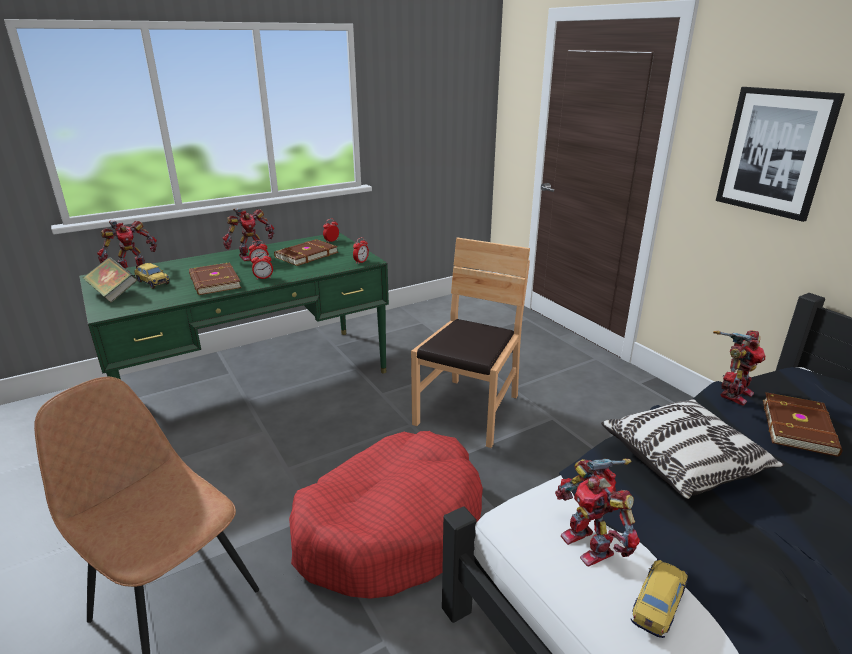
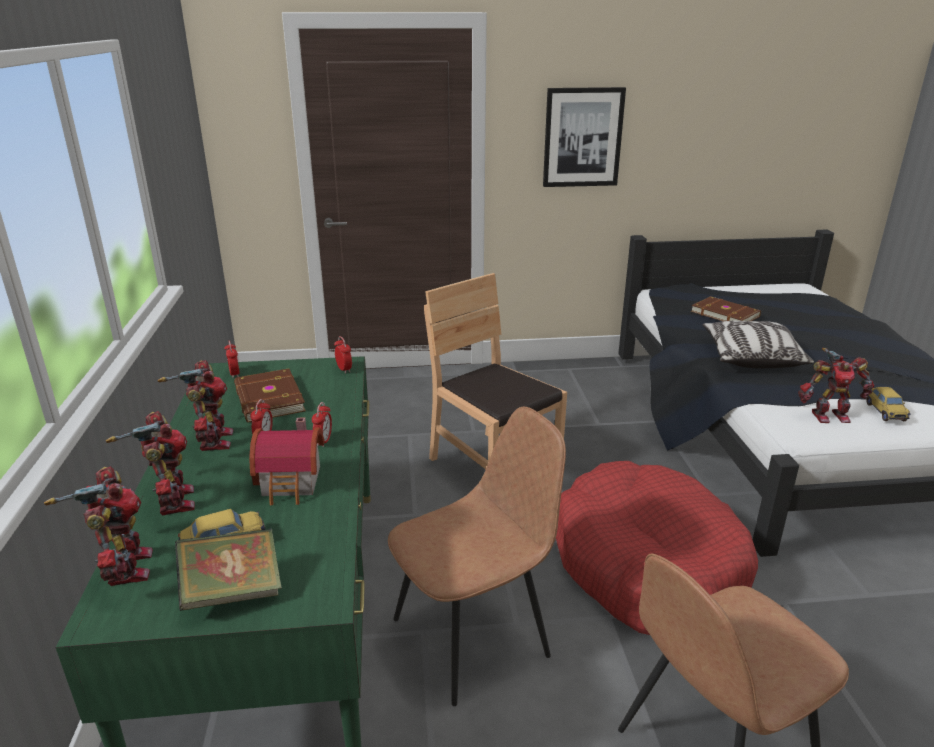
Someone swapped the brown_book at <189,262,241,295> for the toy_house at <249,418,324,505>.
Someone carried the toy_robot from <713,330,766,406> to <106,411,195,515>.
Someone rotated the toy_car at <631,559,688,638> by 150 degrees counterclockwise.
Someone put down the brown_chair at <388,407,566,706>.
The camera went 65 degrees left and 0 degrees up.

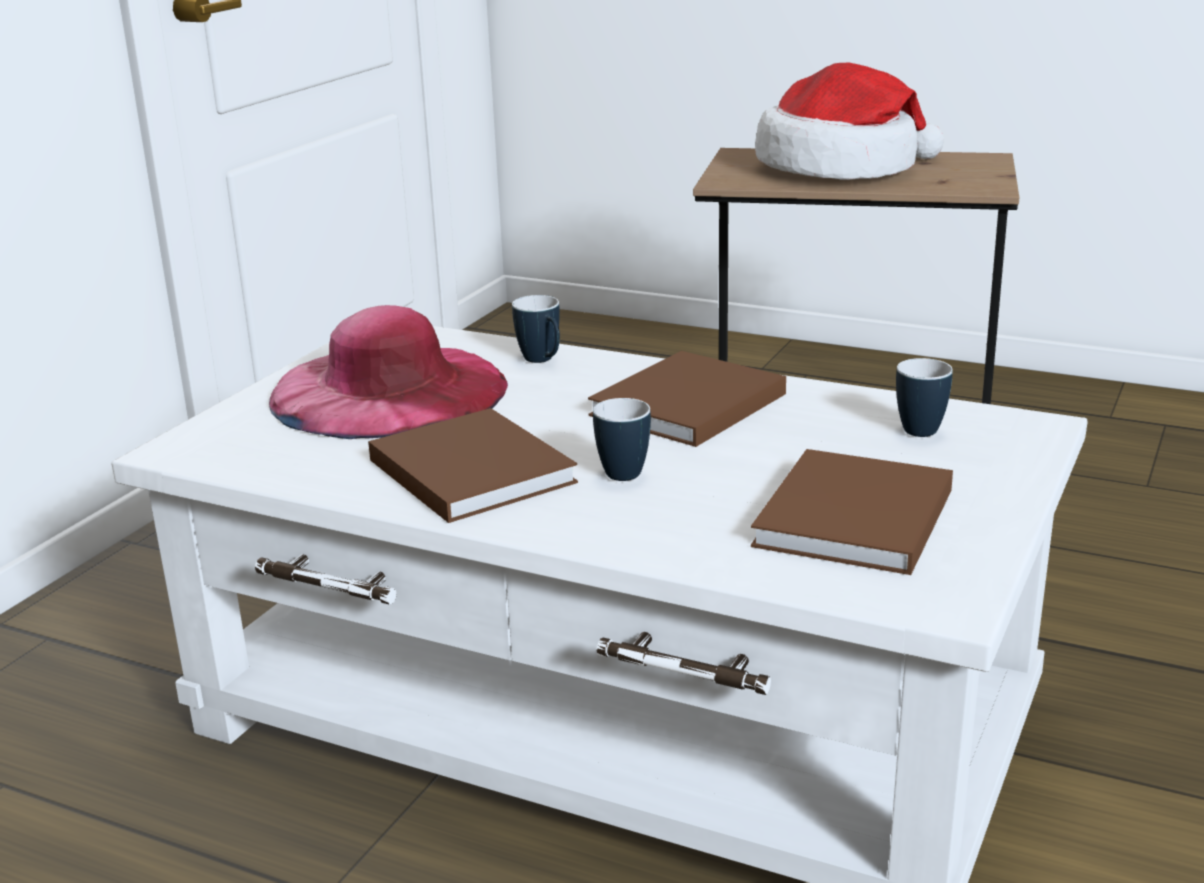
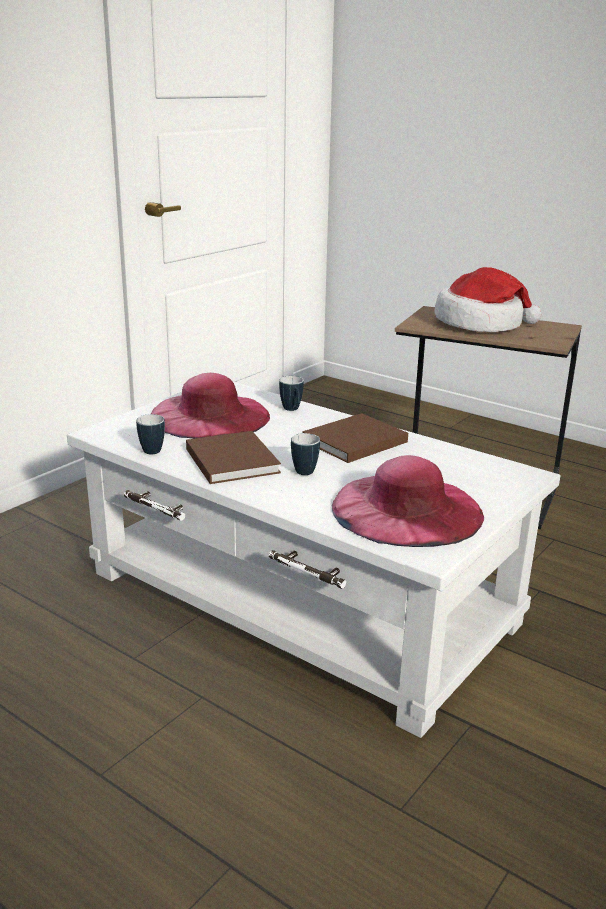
Someone carried the mug from <896,358,953,437> to <136,414,165,454>.
Someone swapped the brown_book at <751,449,953,575> for the pink_hat at <332,455,484,547>.
The camera went 10 degrees right and 0 degrees up.

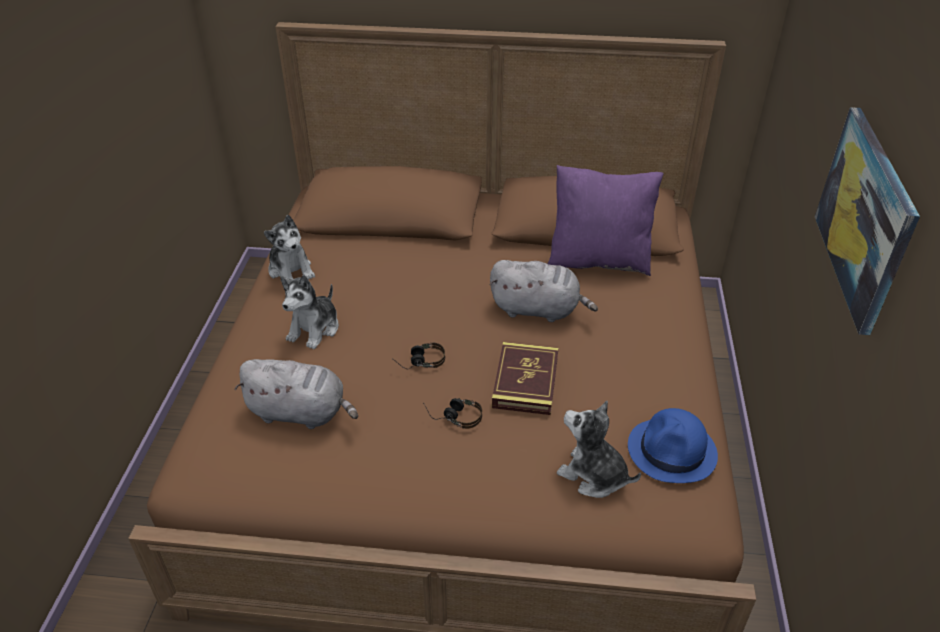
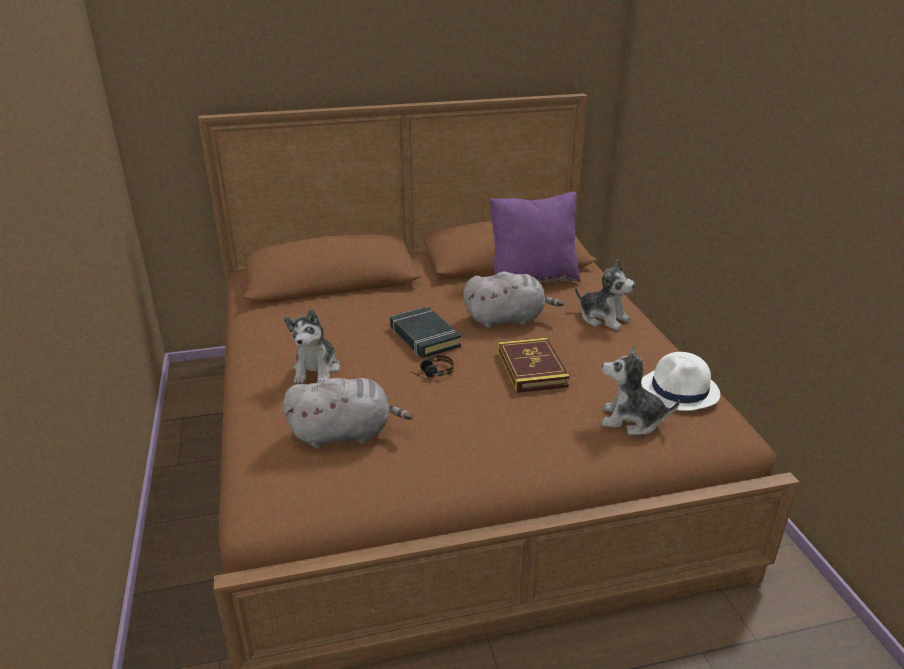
Someone took away the picture at <815,107,920,335>.
Someone carried the plush_toy from <264,215,315,280> to <575,260,635,330>.
Someone took away the headphones at <423,398,482,429>.
Someone repainted the blue_hat at <628,408,718,483>, which became the white_hat at <641,352,720,411>.
Someone put down the black_book at <390,306,461,358>.
The camera went 20 degrees left and 10 degrees down.

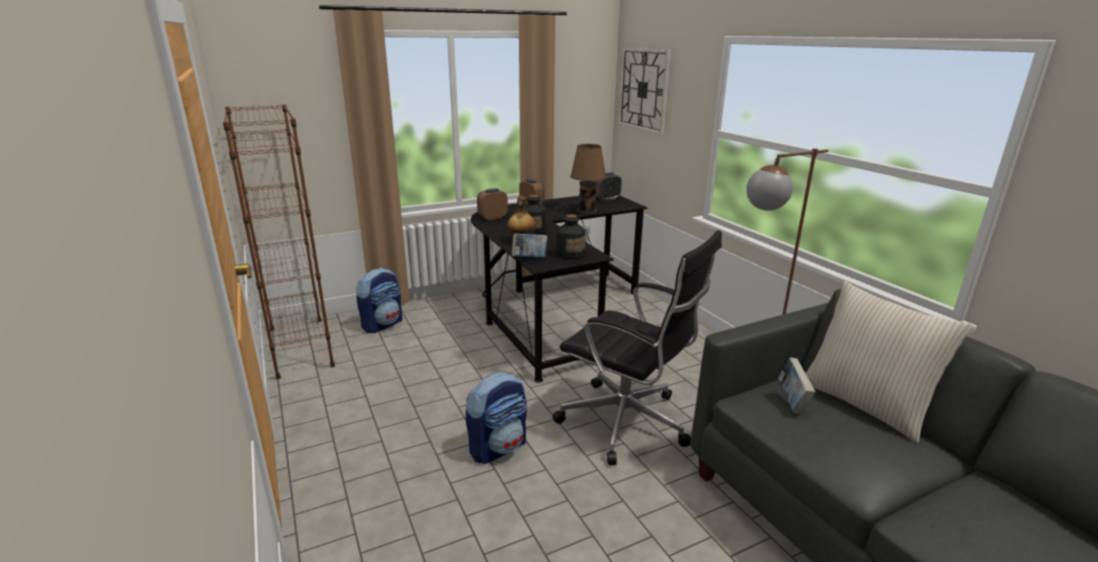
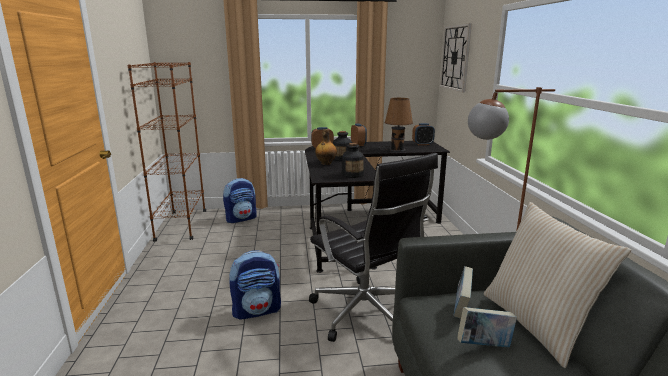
Someone carried the book from <512,233,547,257> to <457,307,517,347>.
The camera went 20 degrees right and 5 degrees down.

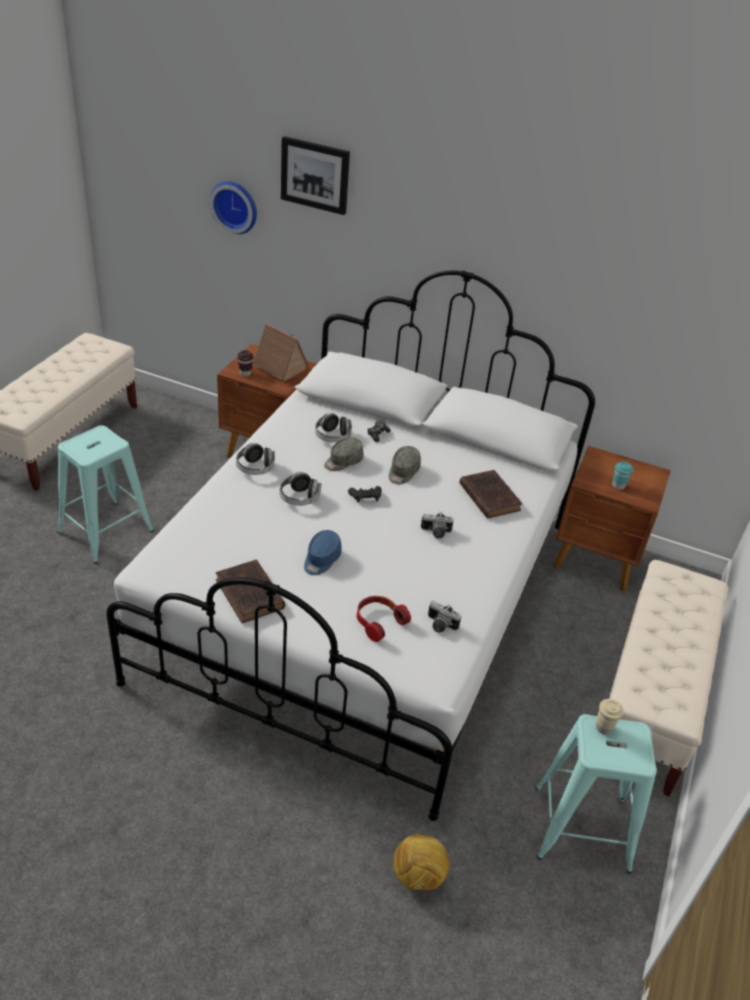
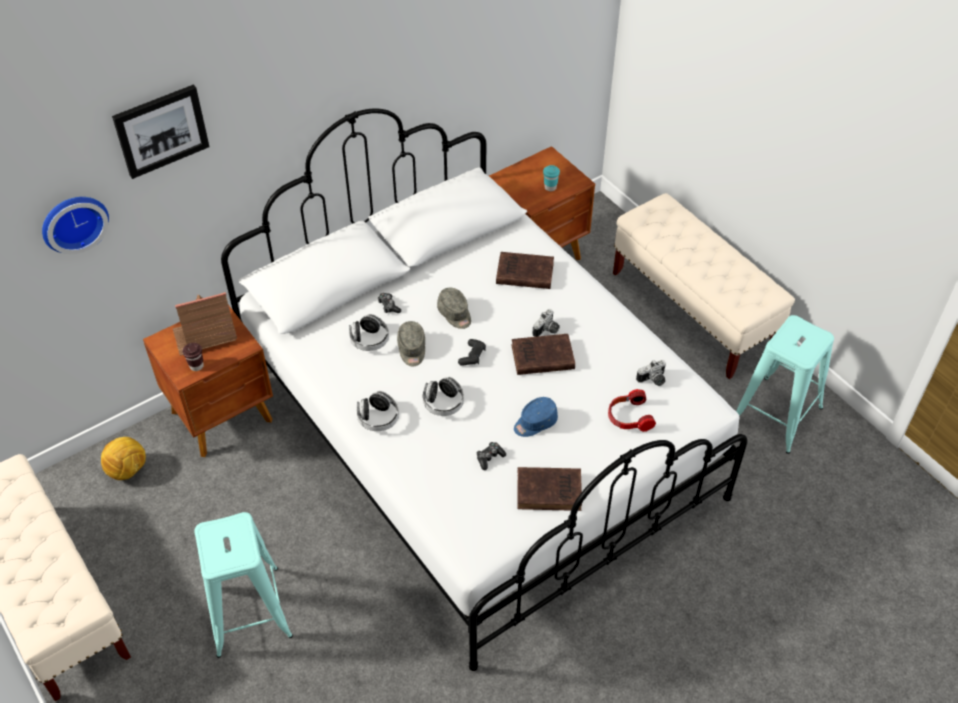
Someone rotated the blue_cap at <304,530,342,575> by 90 degrees clockwise.
Someone took away the beige_cup at <596,699,624,735>.
Someone carried the football from <393,834,449,890> to <101,437,146,480>.
Someone put down the brown_book at <511,334,575,375>.
Someone put down the game_controller at <476,442,506,470>.
The camera went 55 degrees left and 10 degrees up.

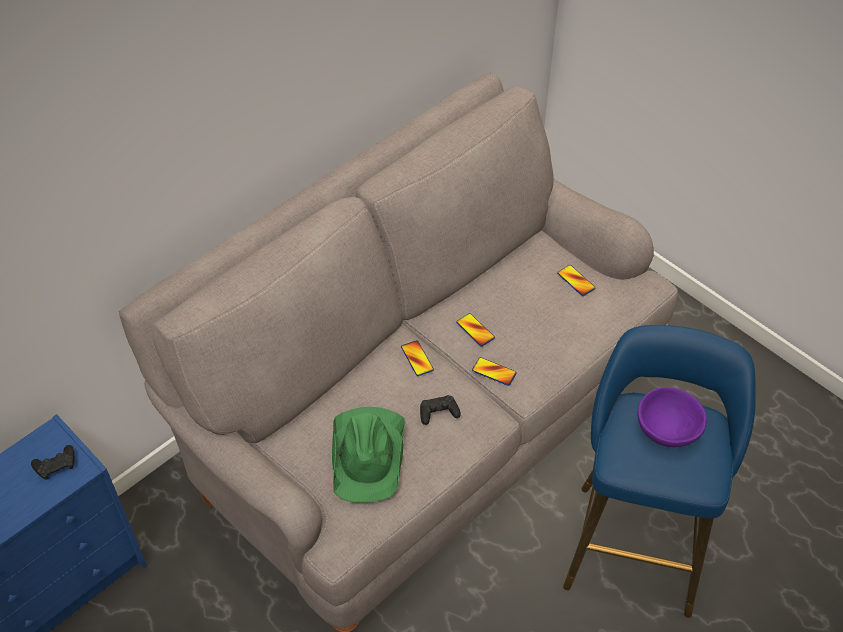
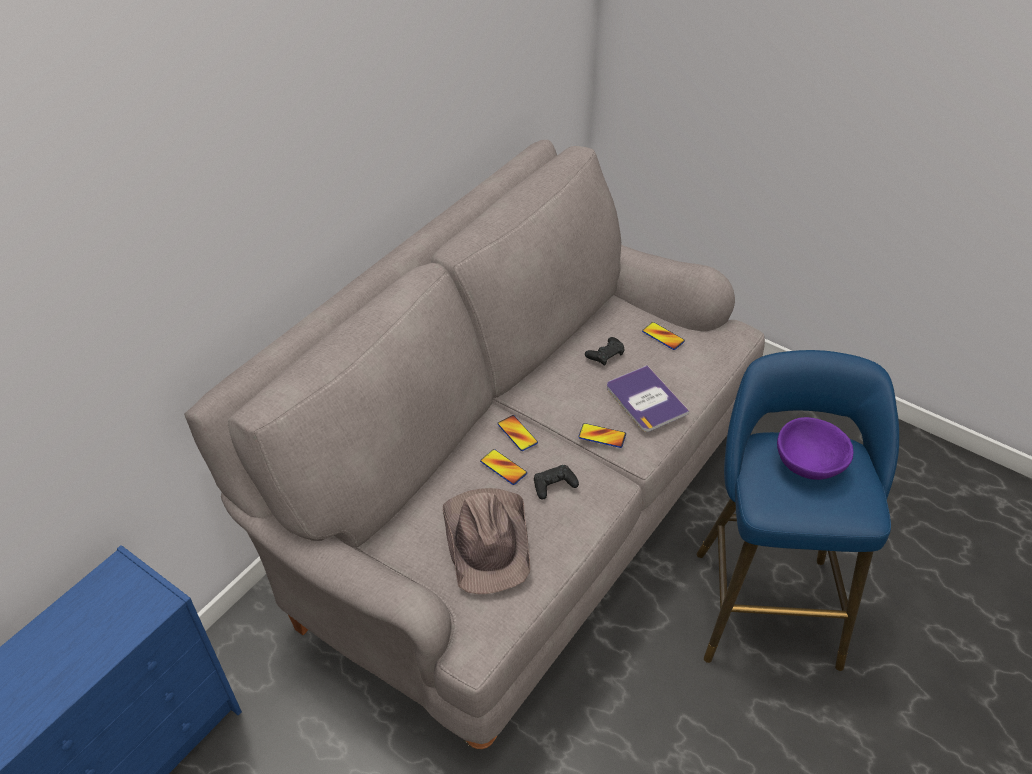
Someone carried the phone from <456,313,495,347> to <480,449,527,485>.
Someone repainted the green_hat at <332,407,406,503>, which became the brown_hat at <443,488,530,594>.
Someone carried the black_game_controller from <31,445,74,480> to <585,337,624,366>.
Someone put down the book at <607,365,689,432>.
The camera went 10 degrees left and 5 degrees down.

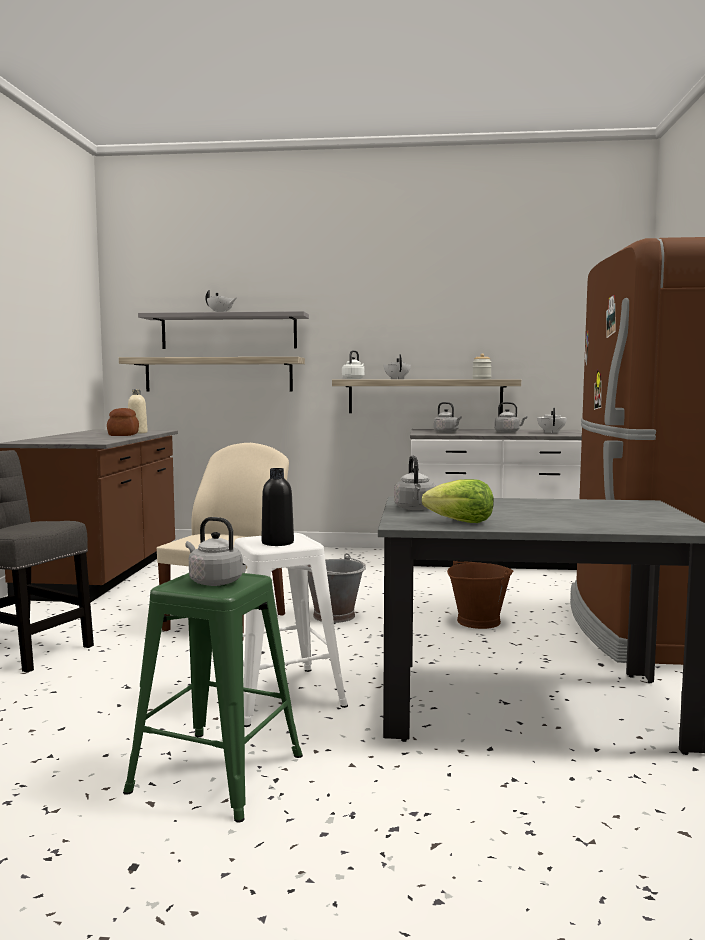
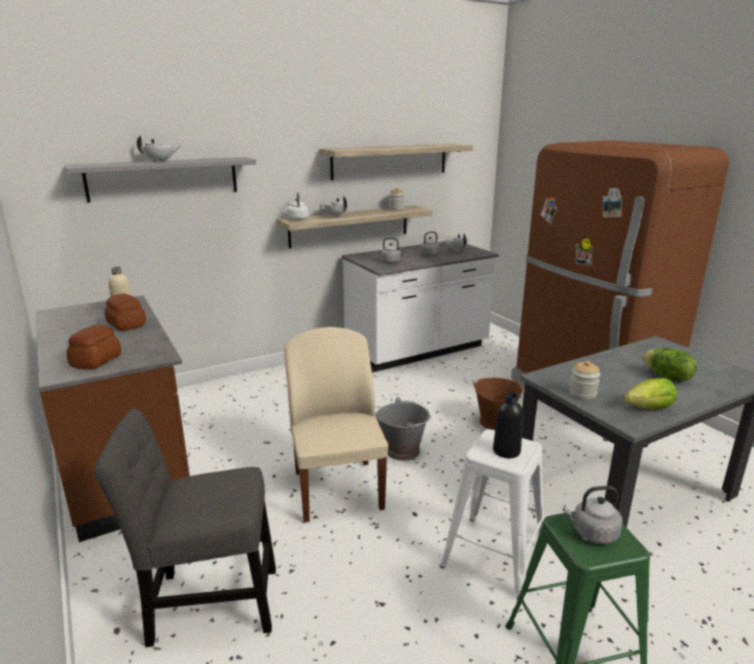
Someone carried the shelf from <119,357,305,392> to <319,143,473,180>.
Someone swapped the grey_kettle at <394,455,436,510> for the jar at <569,361,600,400>.
Someone put down the bread at <67,324,121,370>.
Someone put down the lettuce at <642,348,697,382>.
The camera went 35 degrees left and 15 degrees up.

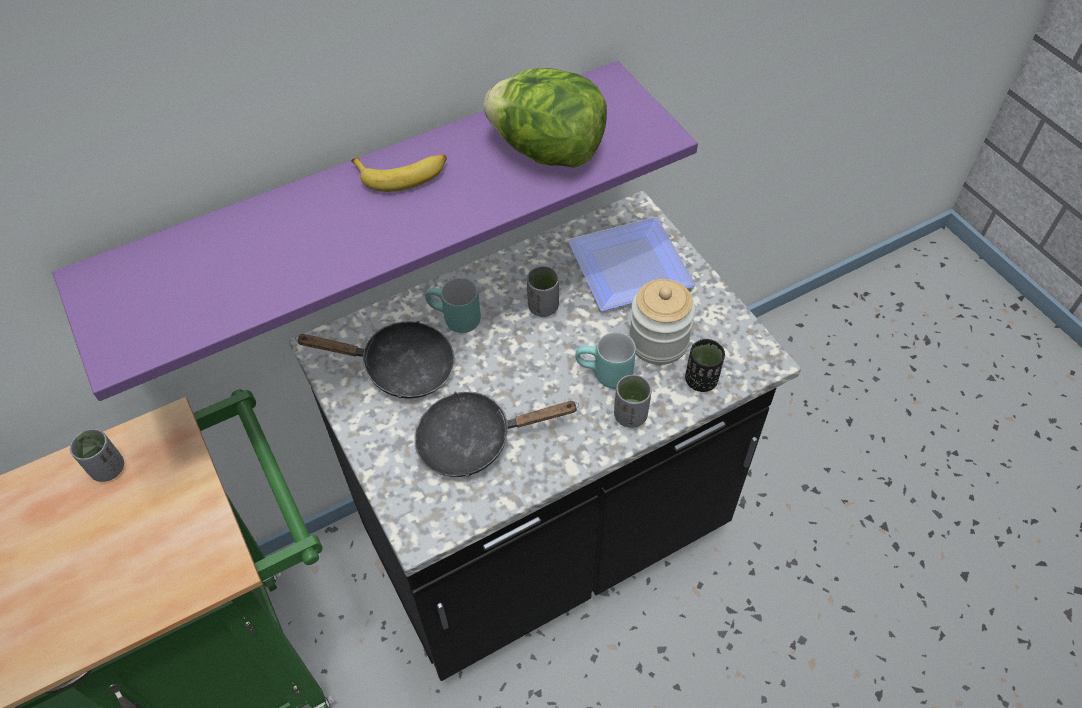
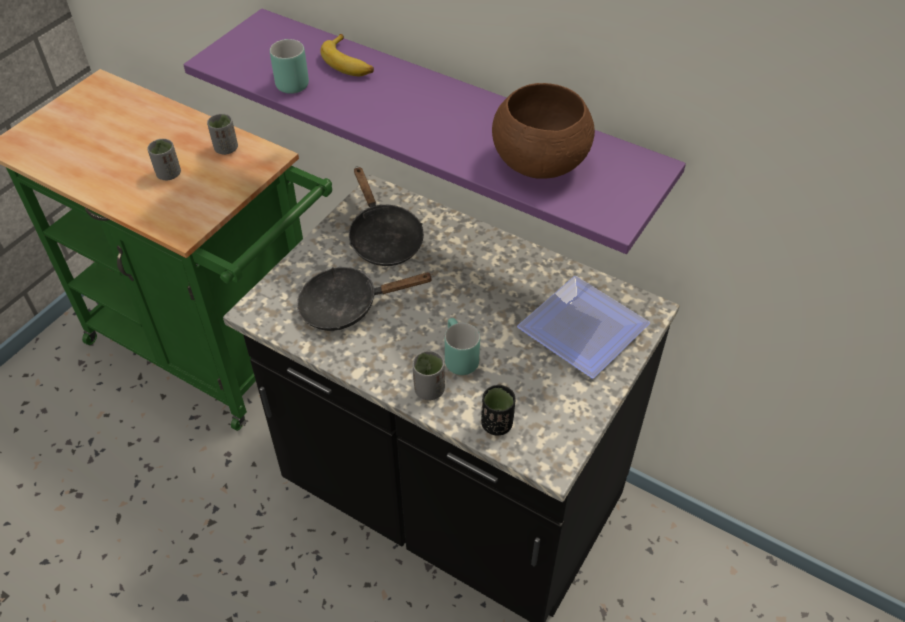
Someone swapped the lettuce at <484,68,607,168> for the brown_bowl at <492,83,595,179>.
Someone carried the banana from <351,154,447,192> to <320,34,374,76>.
Someone carried the grey_cup from <527,266,559,317> to <147,139,181,180>.
Someone carried the turquoise_mug from <425,278,481,333> to <270,39,309,94>.
Someone took away the jar at <629,279,695,365>.
Someone rotated the black_frying_pan at <414,392,579,477> by 60 degrees counterclockwise.
The camera went 60 degrees right and 5 degrees down.

